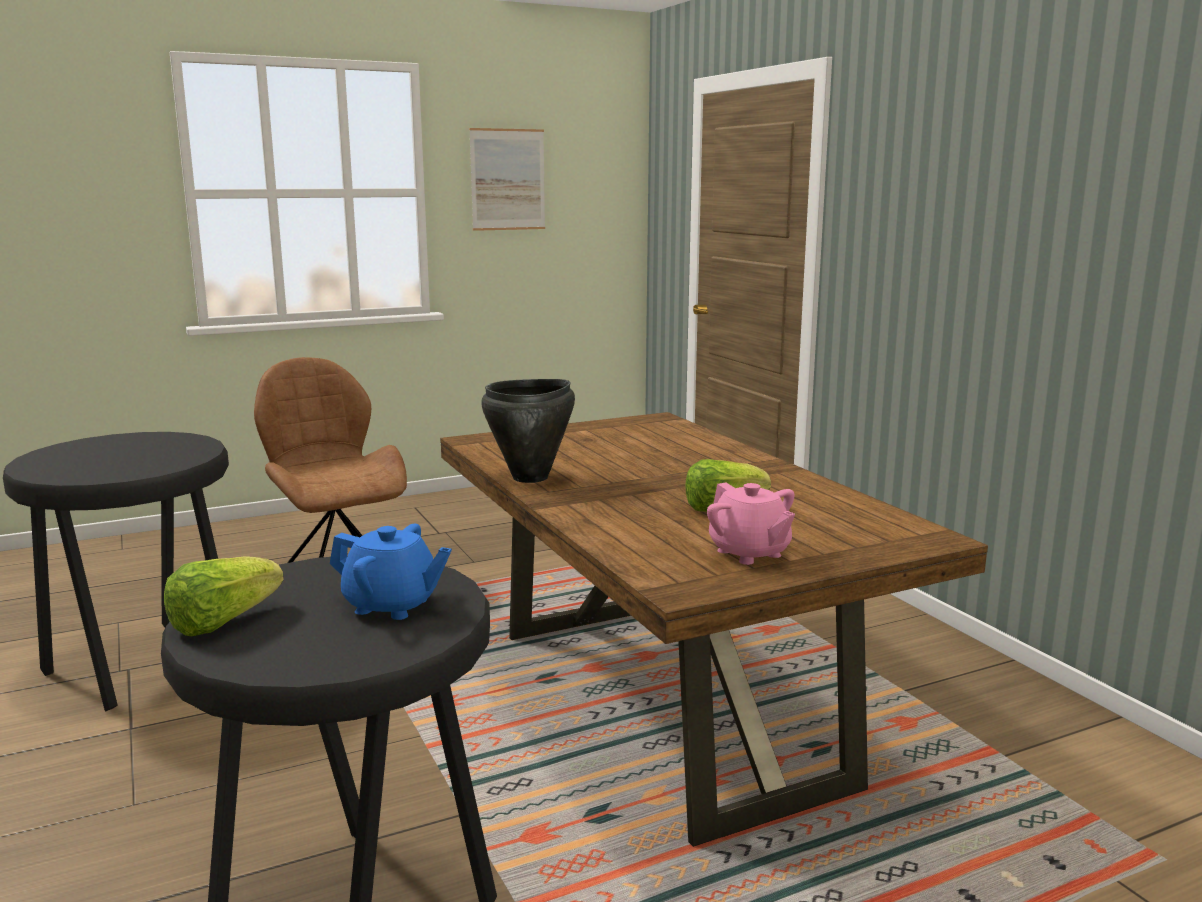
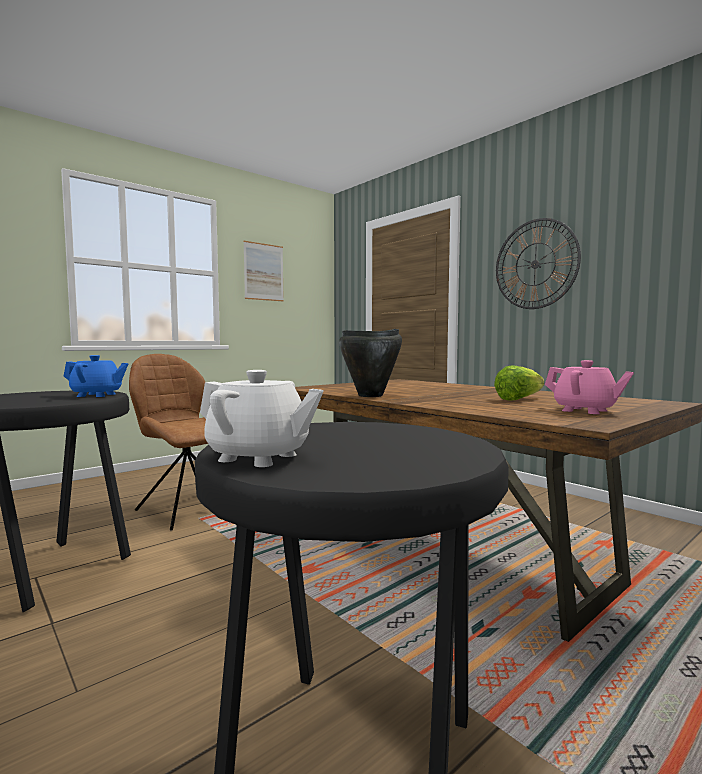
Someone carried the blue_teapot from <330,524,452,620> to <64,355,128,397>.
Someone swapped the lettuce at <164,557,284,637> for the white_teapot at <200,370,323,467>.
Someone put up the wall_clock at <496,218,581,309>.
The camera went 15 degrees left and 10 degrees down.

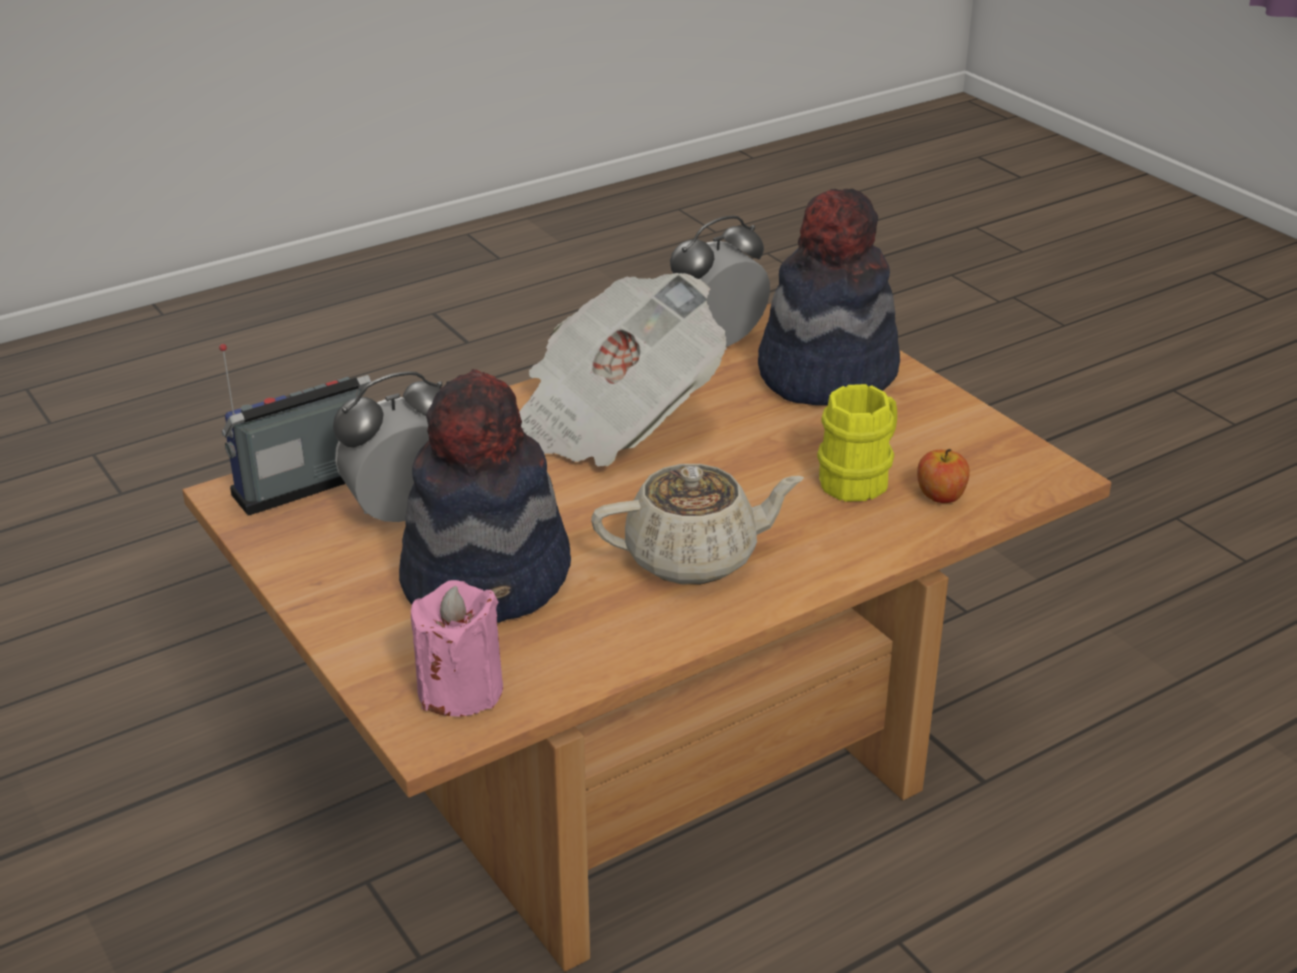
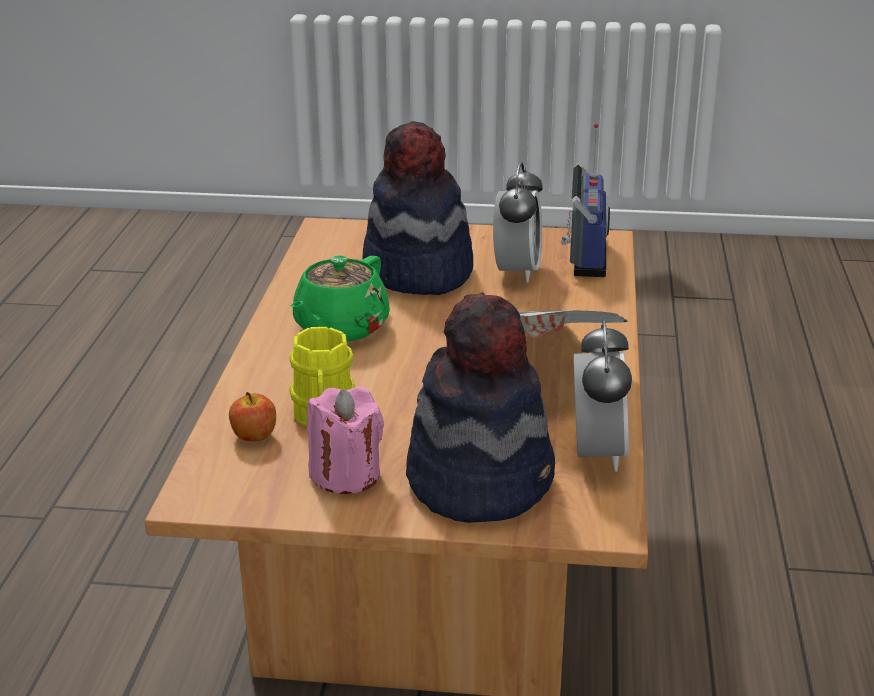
Someone repainted the beige_teapot at <591,464,804,584>, which became the green_teapot at <290,256,390,342>.
Someone carried the pink_candle from <411,580,503,717> to <307,386,384,494>.
The camera went 130 degrees right and 5 degrees down.

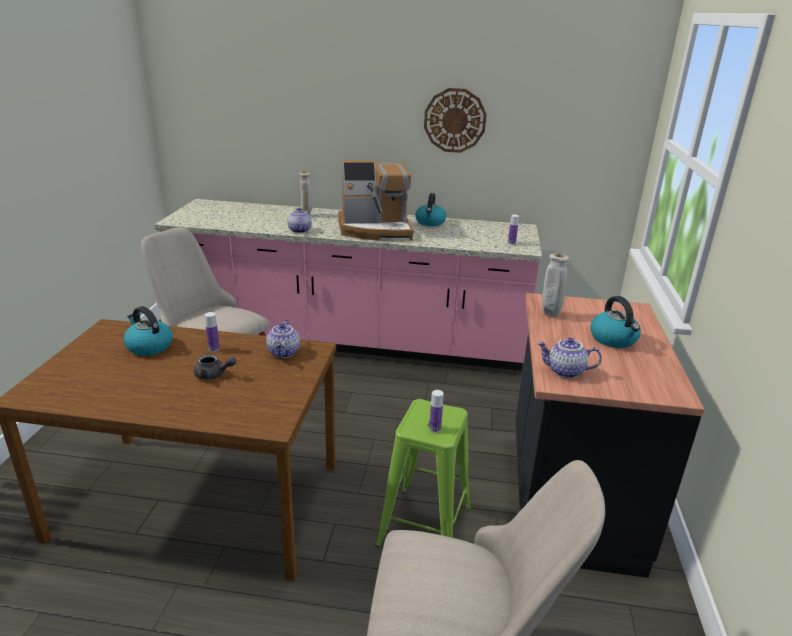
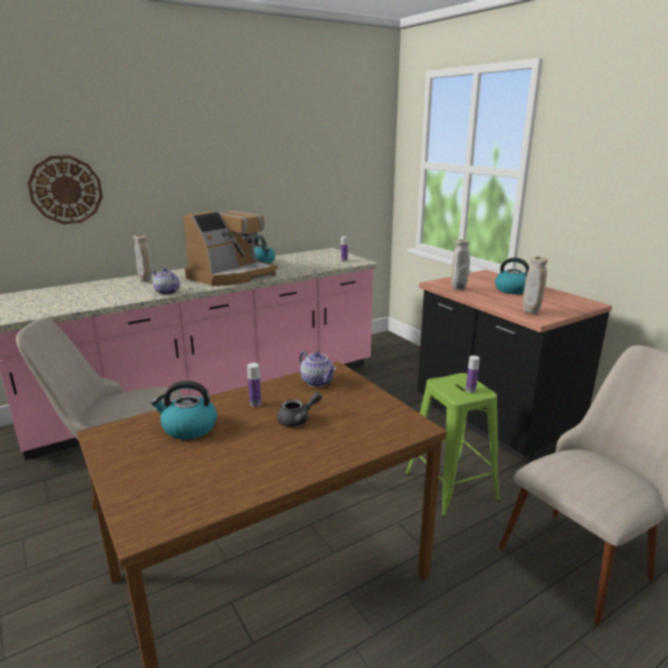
Someone carried the wall_clock from <424,88,487,153> to <27,156,103,224>.
Someone swapped the teapot at <537,338,602,378> for the beige_vase at <523,257,548,314>.
The camera went 40 degrees left and 5 degrees down.

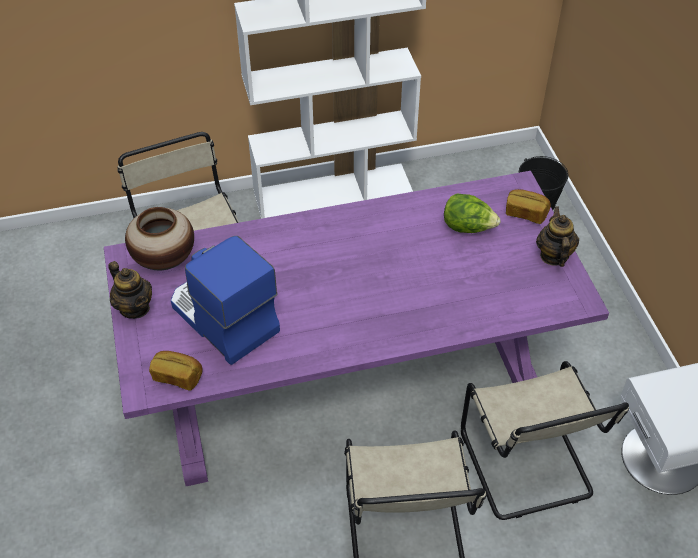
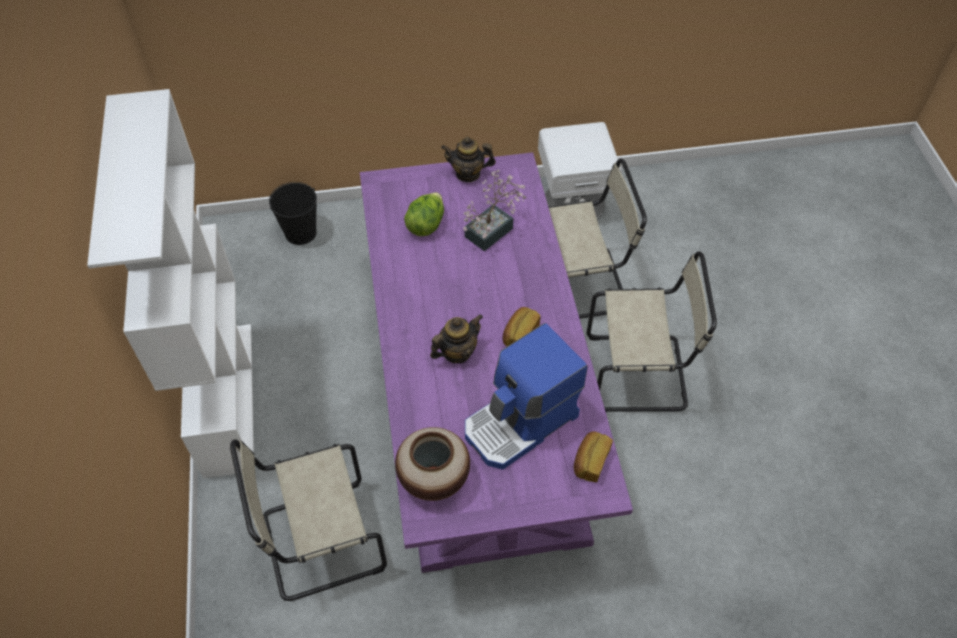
Someone carried the bread from <506,189,551,224> to <503,307,541,346>.
Someone carried the teapot from <108,261,152,319> to <430,314,483,363>.
Someone put down the potted_plant at <463,170,527,251>.
The camera went 85 degrees left and 5 degrees up.

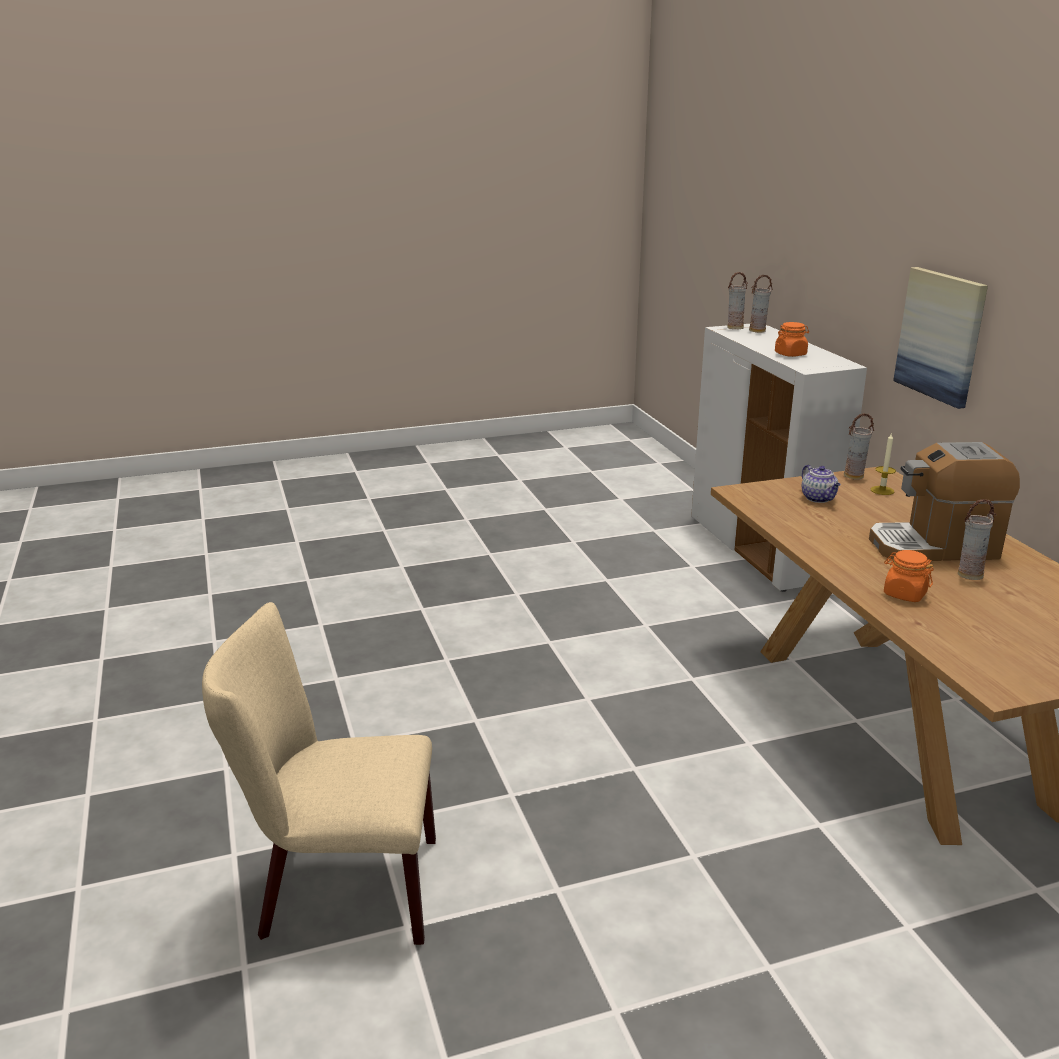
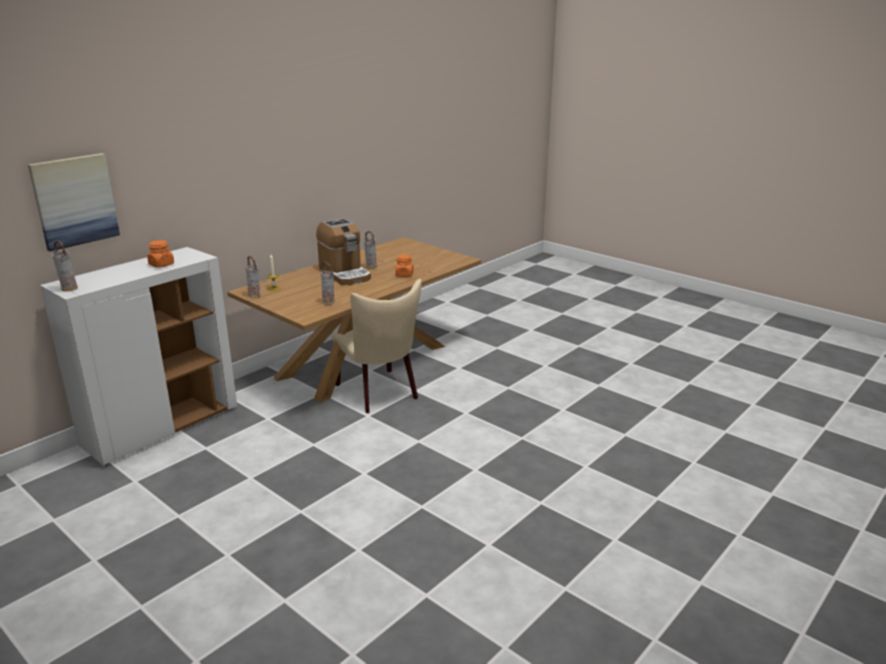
Someone carried the picture from <893,267,988,409> to <28,153,120,251>.
Someone carried the vase from <749,275,773,333> to <321,262,335,305>.
Someone took away the teapot at <802,465,841,503>.
Someone carried the beige_chair from <202,602,436,945> to <332,279,422,413>.
The camera went 120 degrees left and 0 degrees up.

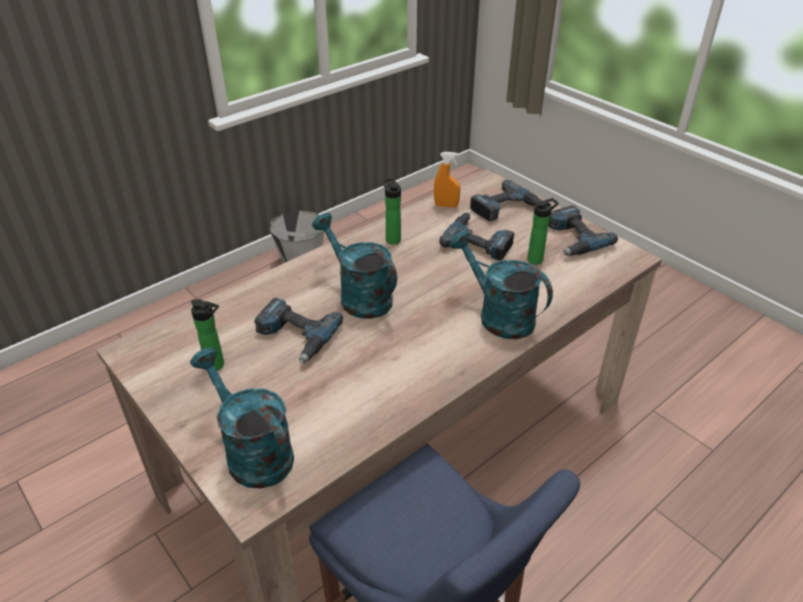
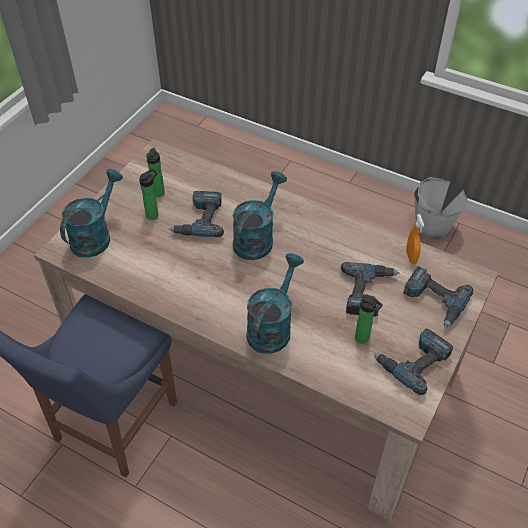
Someone carried the bottle from <383,178,401,245> to <139,169,159,220>.
The camera went 70 degrees right and 10 degrees up.

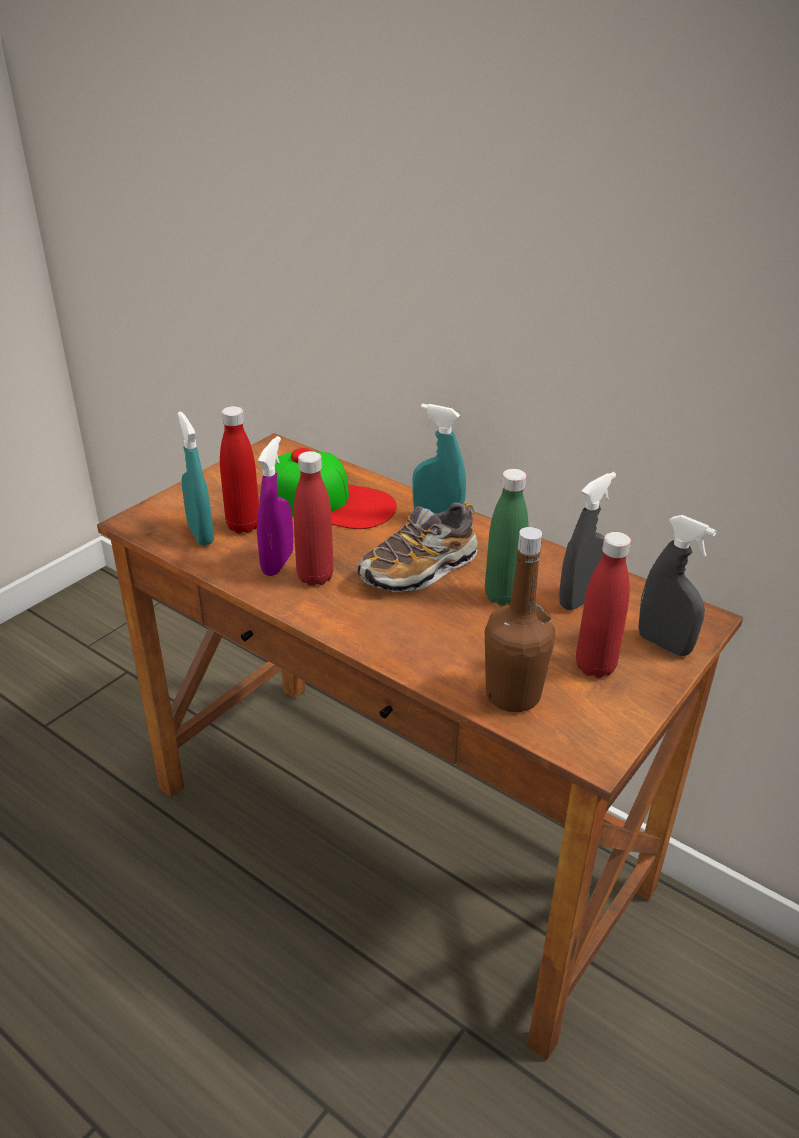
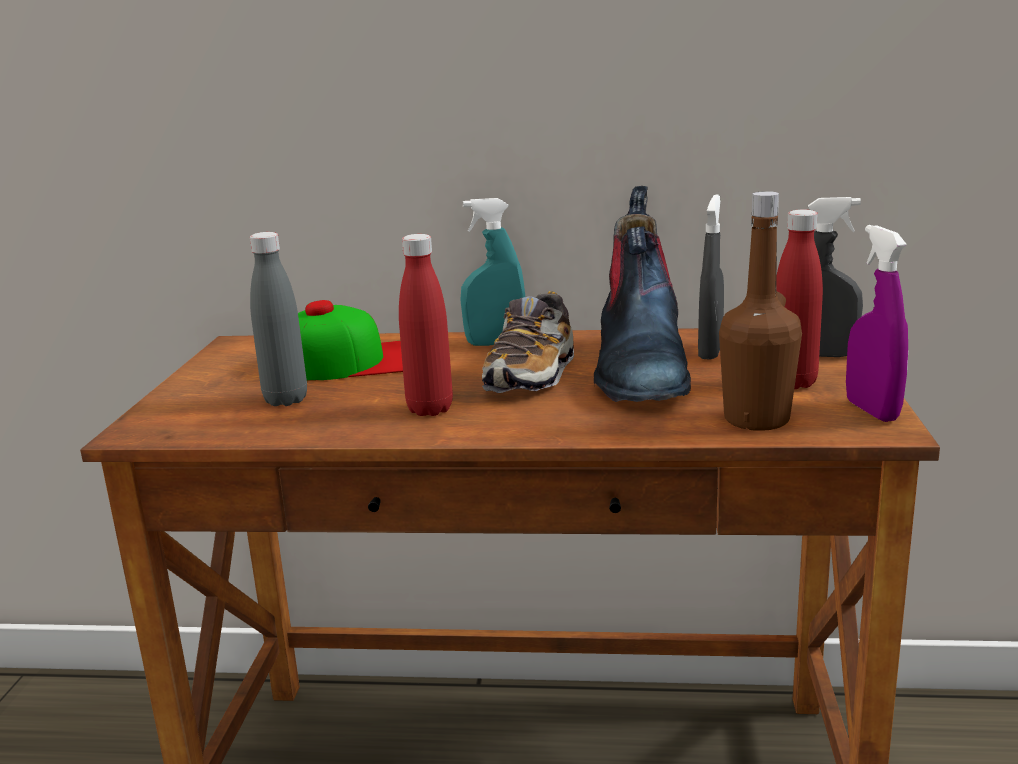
Someone repainted the red_bottle at <220,406,259,533>, which became the grey_bottle at <250,232,307,406>.
Someone took away the turquoise_spray_bottle at <177,411,214,546>.
Someone carried the purple_spray_bottle from <257,436,293,576> to <846,225,908,422>.
Someone swapped the green_bottle at <485,469,529,606> for the boot at <594,186,691,402>.
The camera went 30 degrees left and 15 degrees down.

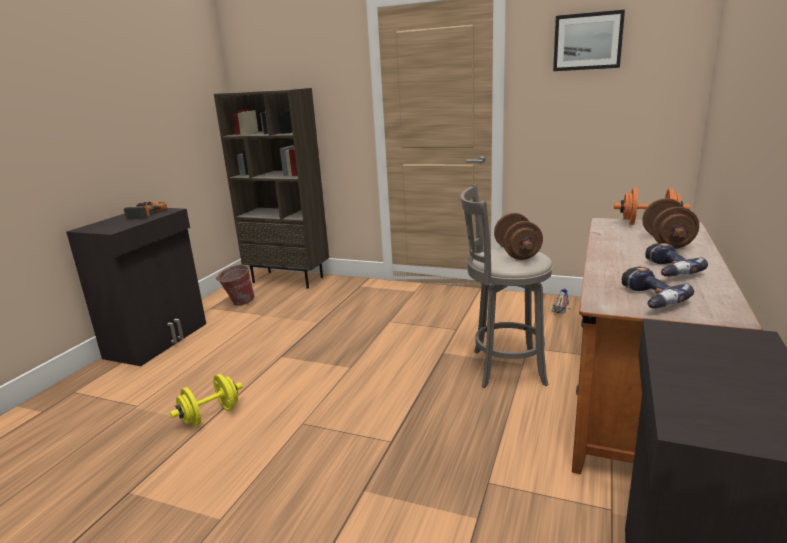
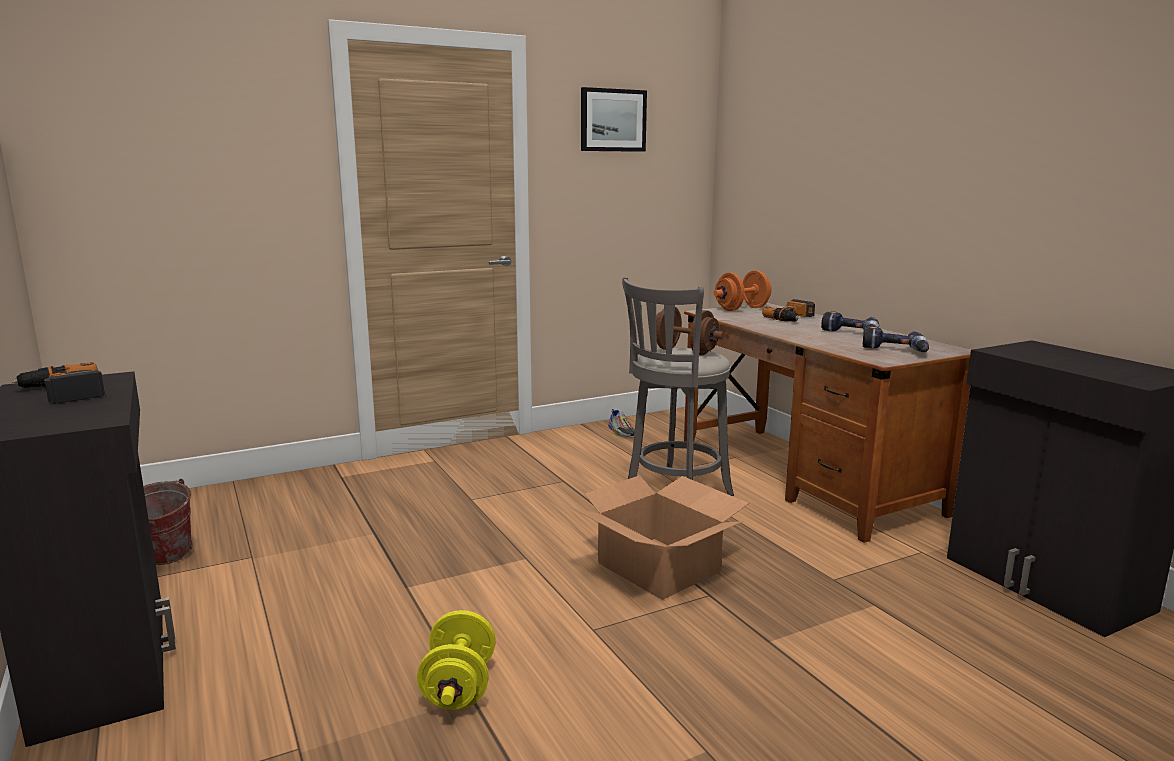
Someone took away the brown_bookcase at <214,88,329,289>.
Someone swapped the brown_dumbbell at <642,198,699,249> for the power_drill at <762,299,815,322>.
Someone put down the cardboard_box at <570,475,749,600>.
The camera went 50 degrees left and 5 degrees down.

